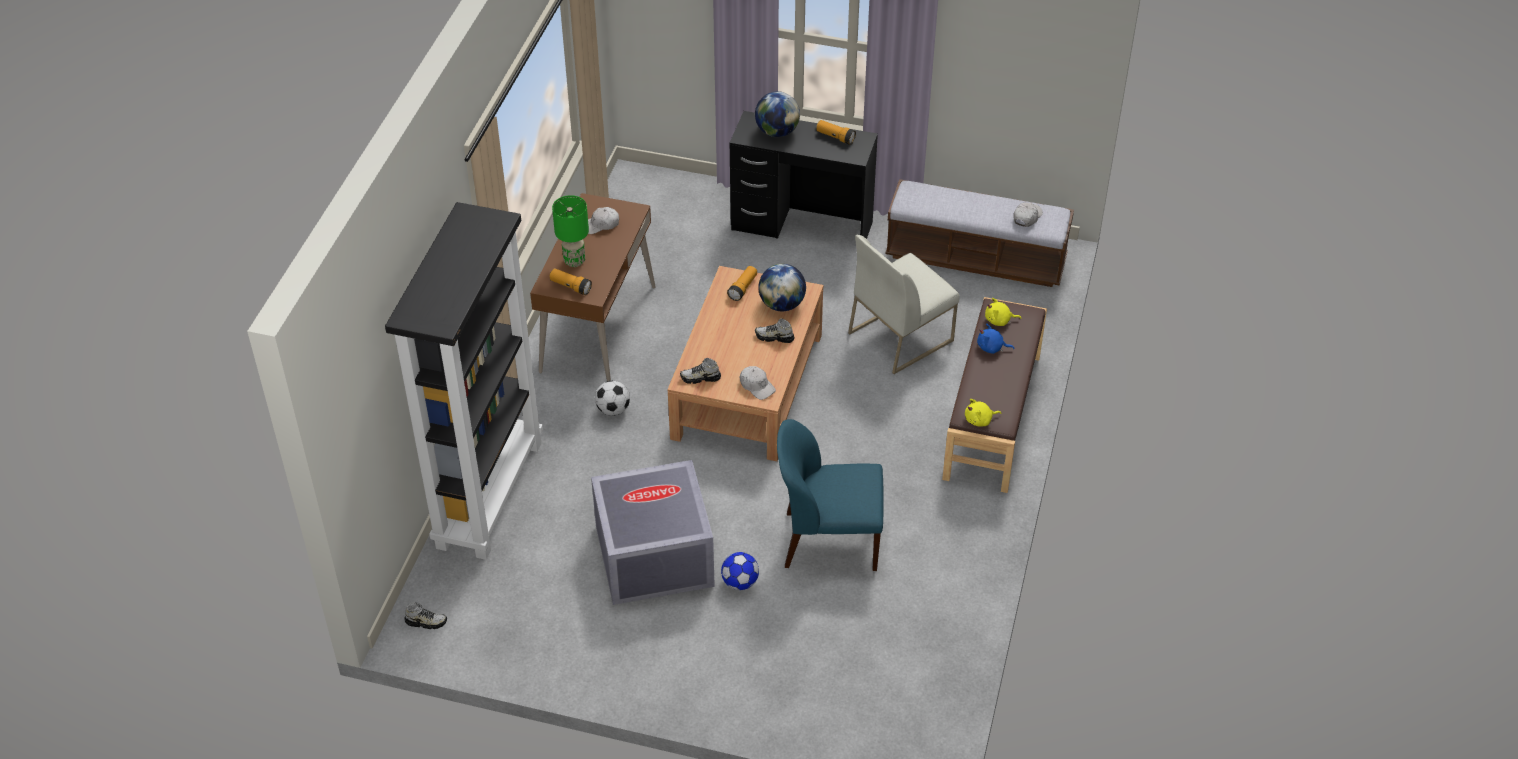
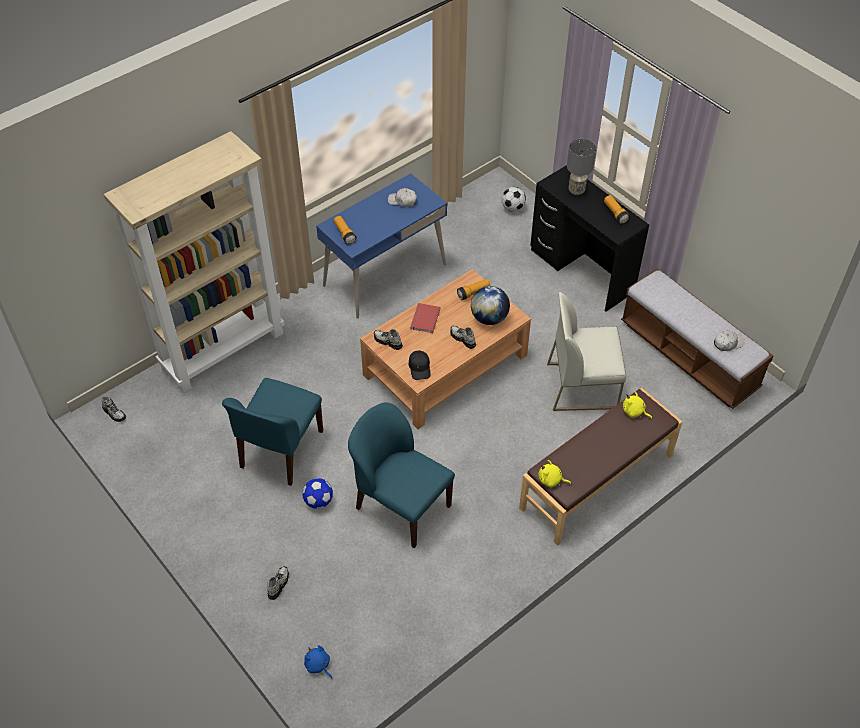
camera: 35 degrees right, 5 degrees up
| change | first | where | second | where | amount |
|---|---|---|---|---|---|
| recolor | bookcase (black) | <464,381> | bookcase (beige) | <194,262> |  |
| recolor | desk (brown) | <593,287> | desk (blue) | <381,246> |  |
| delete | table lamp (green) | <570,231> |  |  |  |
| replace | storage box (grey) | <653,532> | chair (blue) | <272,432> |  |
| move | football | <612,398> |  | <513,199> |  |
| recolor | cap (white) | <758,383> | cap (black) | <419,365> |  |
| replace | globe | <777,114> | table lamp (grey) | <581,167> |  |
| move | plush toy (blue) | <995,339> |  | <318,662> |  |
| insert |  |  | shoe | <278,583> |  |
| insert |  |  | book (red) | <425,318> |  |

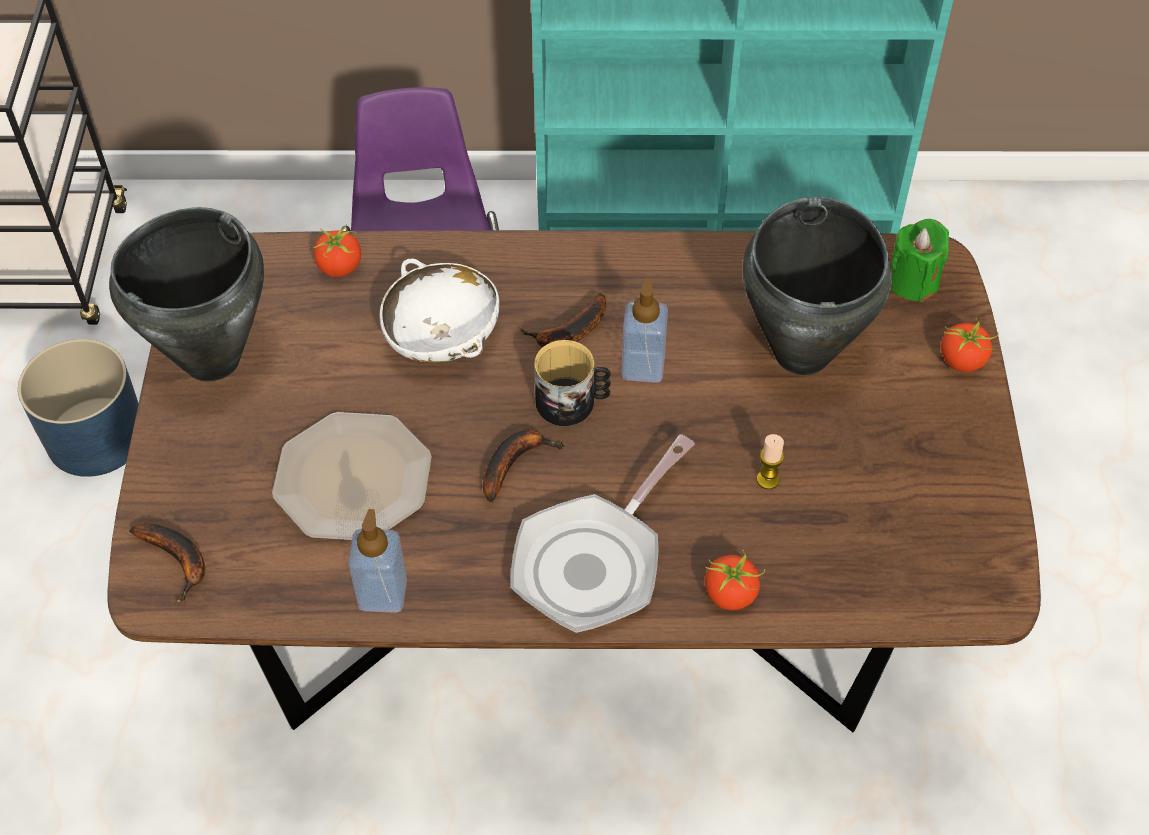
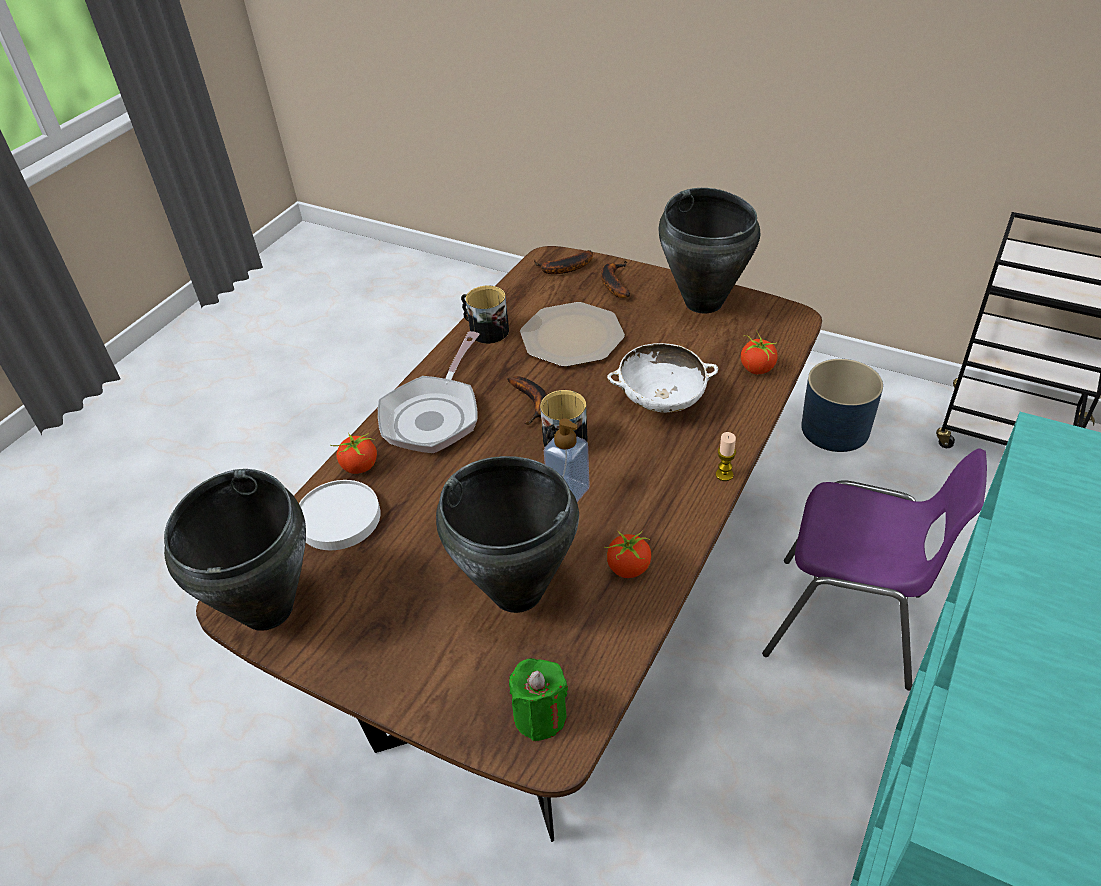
camera: 120 degrees right, 10 degrees down
| change | first | where | second | where | amount |
|---|---|---|---|---|---|
| replace | soap dispenser | <377,561> | mug | <485,315> |  |
| rotate | frying pan | <602,534> |  | <429,392> | 135 degrees counterclockwise |
| move | banana | <563,320> |  | <615,279> |  |
| move | candle | <770,461> |  | <726,456> |  |
| move | tomato | <970,345> |  | <627,554> |  |
| insert |  |  | cooking pot (black) | <235,550> |  |
| insert |  |  | plate (white) | <340,515> |  |

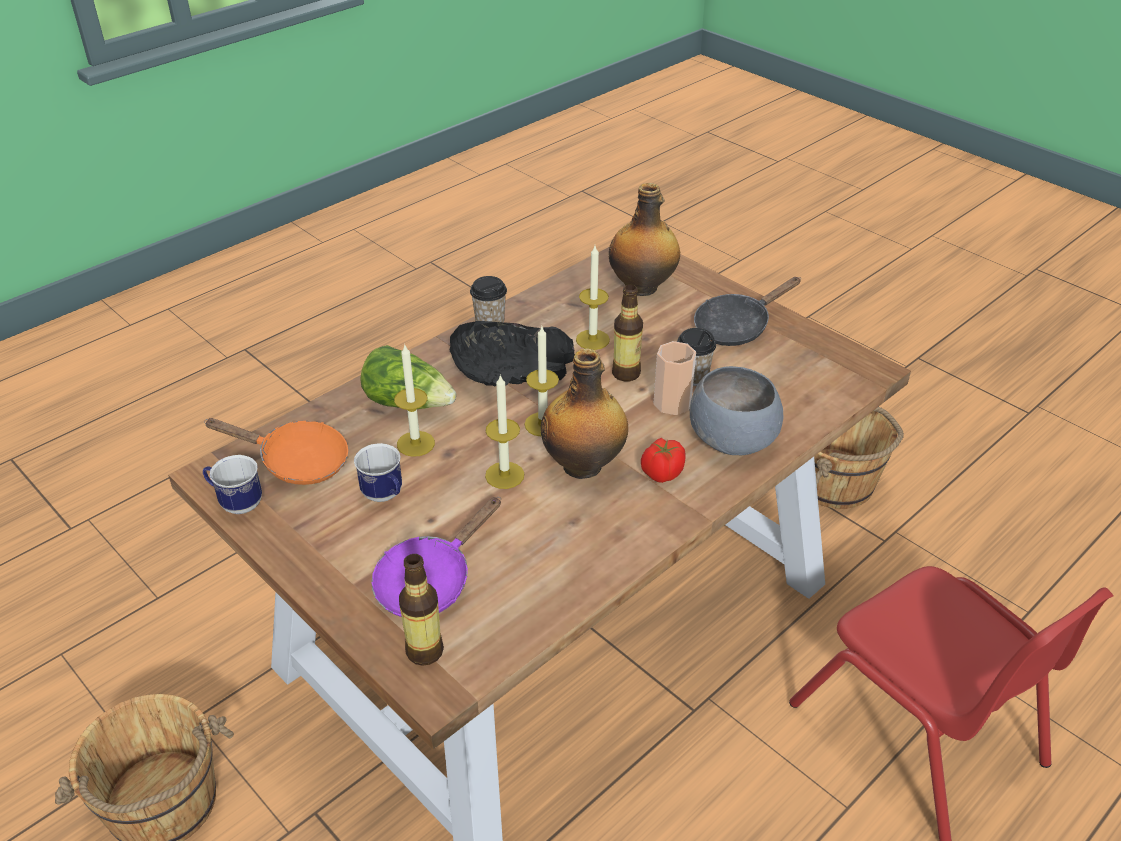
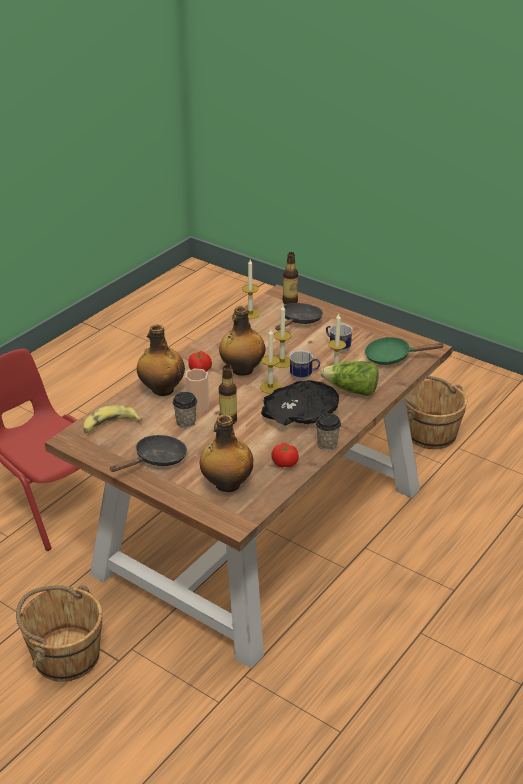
camera: 170 degrees right, 5 degrees down
| change | first | where | second | where | amount |
|---|---|---|---|---|---|
| move | mug | <232,484> |  | <304,365> |  |
| recolor | frying pan (orange) | <276,451> | frying pan (green) | <405,351> |  |
| recolor | frying pan (purple) | <436,557> | frying pan (black) | <299,317> |  |
| move | candle | <593,298> |  | <251,289> |  |
| replace | bowl (grey) | <736,410> | bottle | <161,360> |  |
| insert |  |  | banana | <112,419> |  |
| insert |  |  | tomato | <285,455> |  |

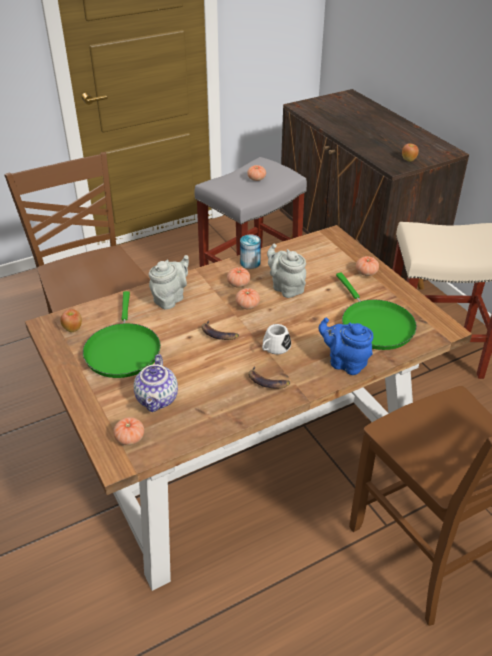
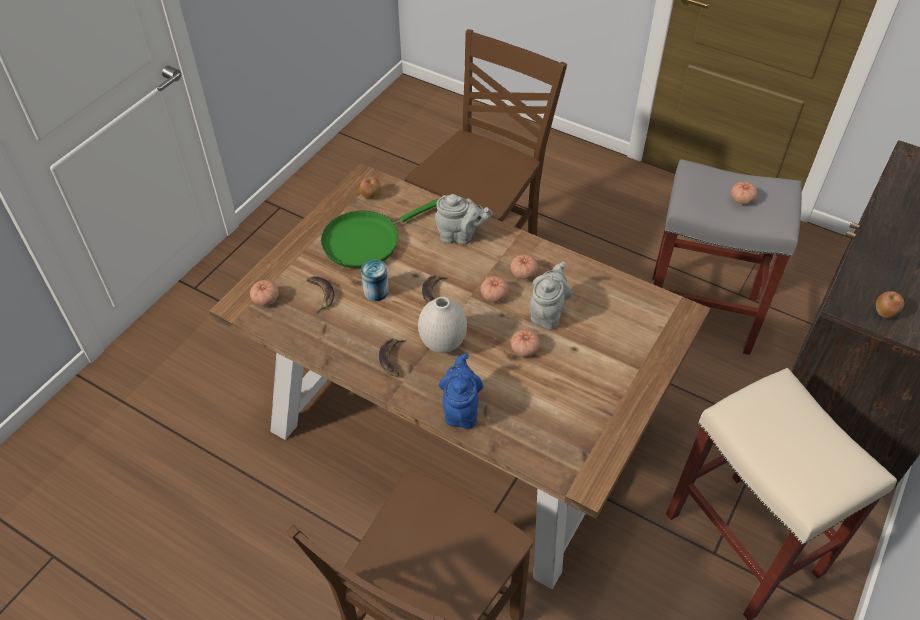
camera: 60 degrees right, 10 degrees up
| change | first | where | second | where | amount |
|---|---|---|---|---|---|
| replace | teapot | <156,383> | banana | <320,295> |  |
| move | can | <250,252> |  | <375,280> |  |
| replace | mug (white) | <276,339> | vase (white) | <442,325> |  |
| delete | frying pan (green) | <376,311> |  |  |  |
| move | tomato | <367,266> |  | <525,343> |  |

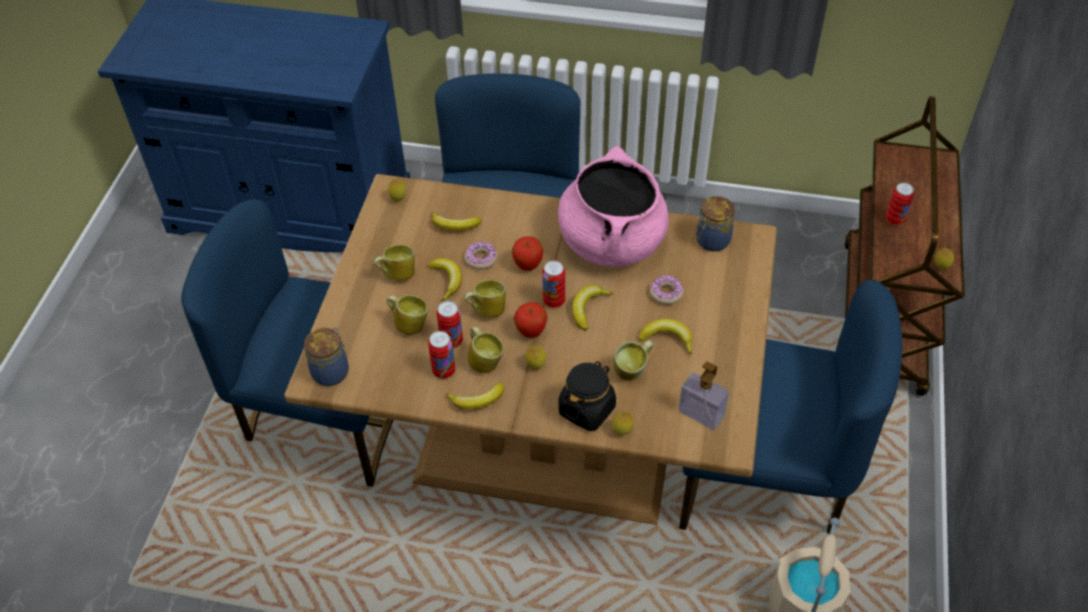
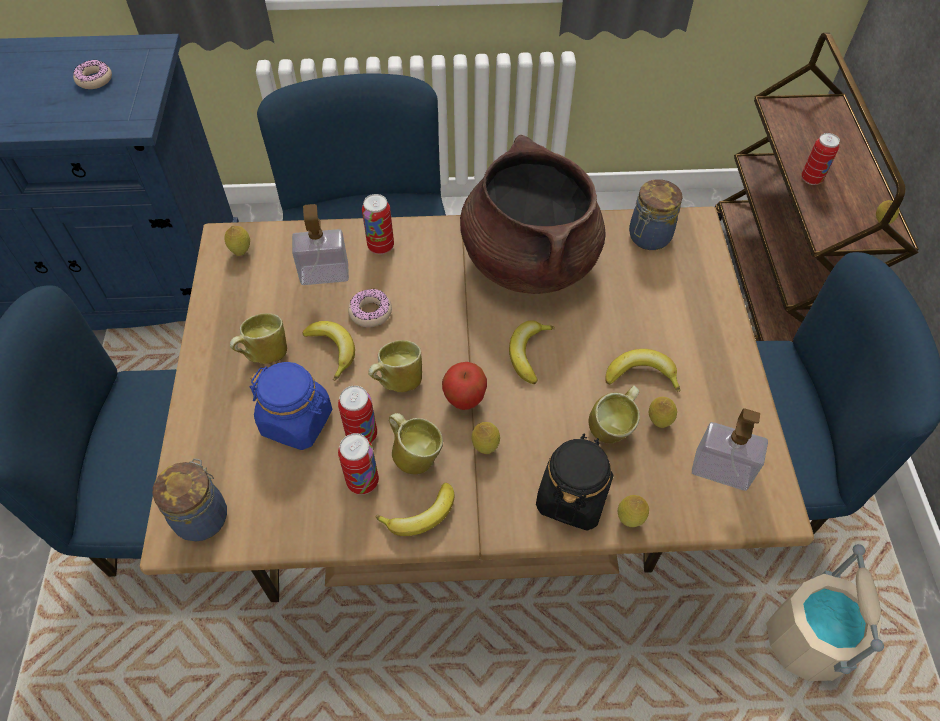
camera: 15 degrees left, 5 degrees up
| change | first | where | second | where | amount |
|---|---|---|---|---|---|
| replace | mug | <408,315> | jar (blue) | <291,406> |  |
| replace | banana | <457,221> | soap dispenser | <320,244> |  |
| delete | apple | <527,253> |  |  |  |
| move | can | <553,284> |  | <378,224> |  |
| recolor | cooking pot (pink) | <613,206> | cooking pot (brown) | <532,214> |  |
| move | donut | <667,290> |  | <92,74> |  |
| insert |  |  | lemon | <663,412> |  |

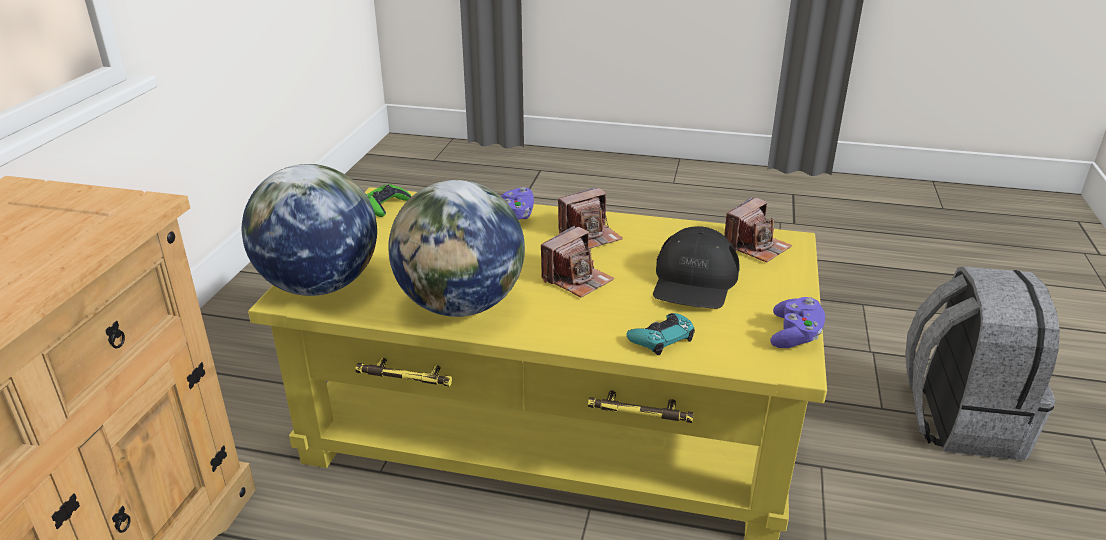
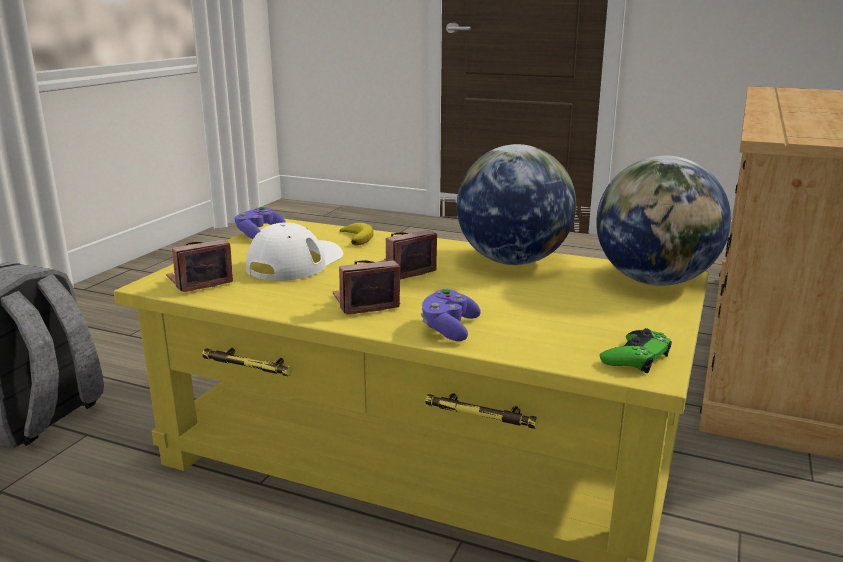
camera: 170 degrees left, 10 degrees down
| change | first | where | second | where | amount |
|---|---|---|---|---|---|
| replace | game controller (turquoise) | <660,334> | banana | <356,234> |  |
| recolor | cap (black) | <696,267> | cap (white) | <294,251> |  |

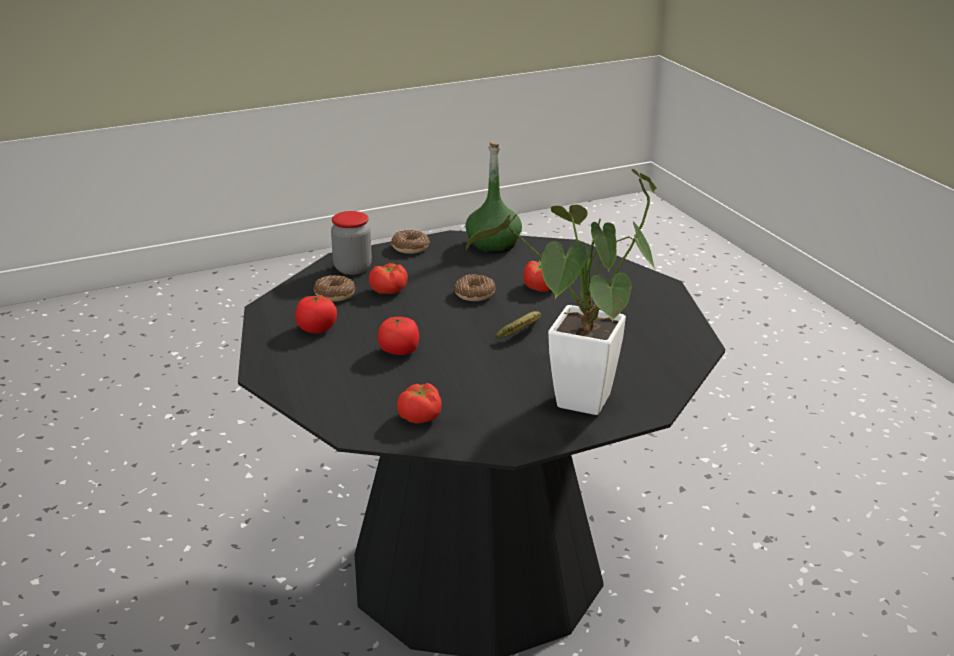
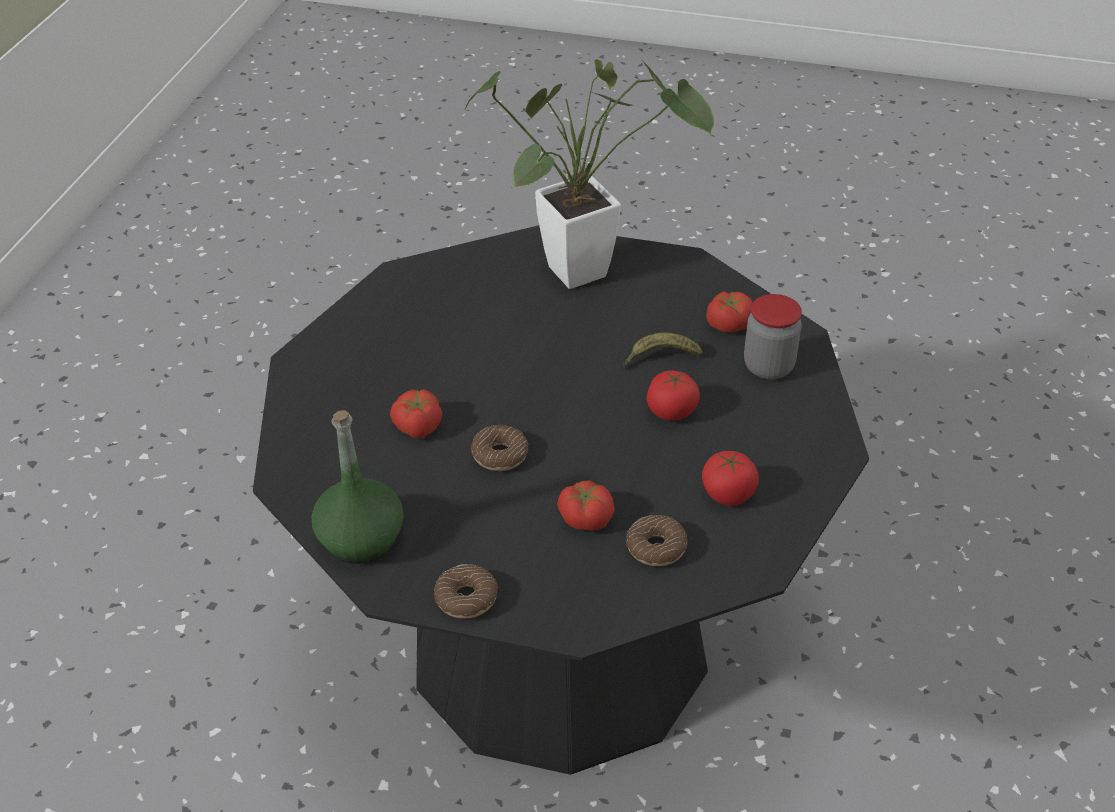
camera: 140 degrees left, 15 degrees up
| change | first | where | second | where | amount |
|---|---|---|---|---|---|
| move | jar | <351,243> |  | <773,336> |  |
| move | banana | <518,324> |  | <663,351> |  |

